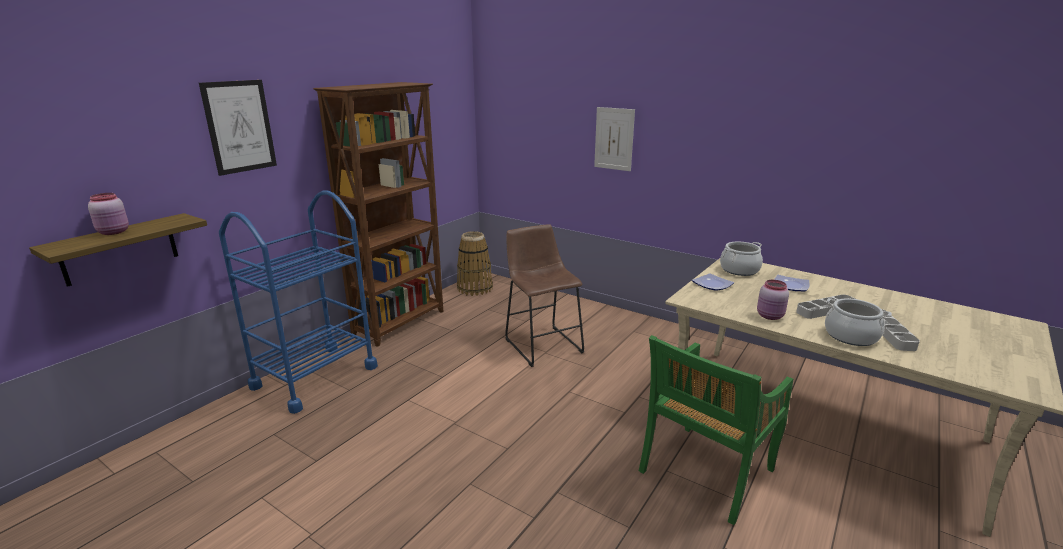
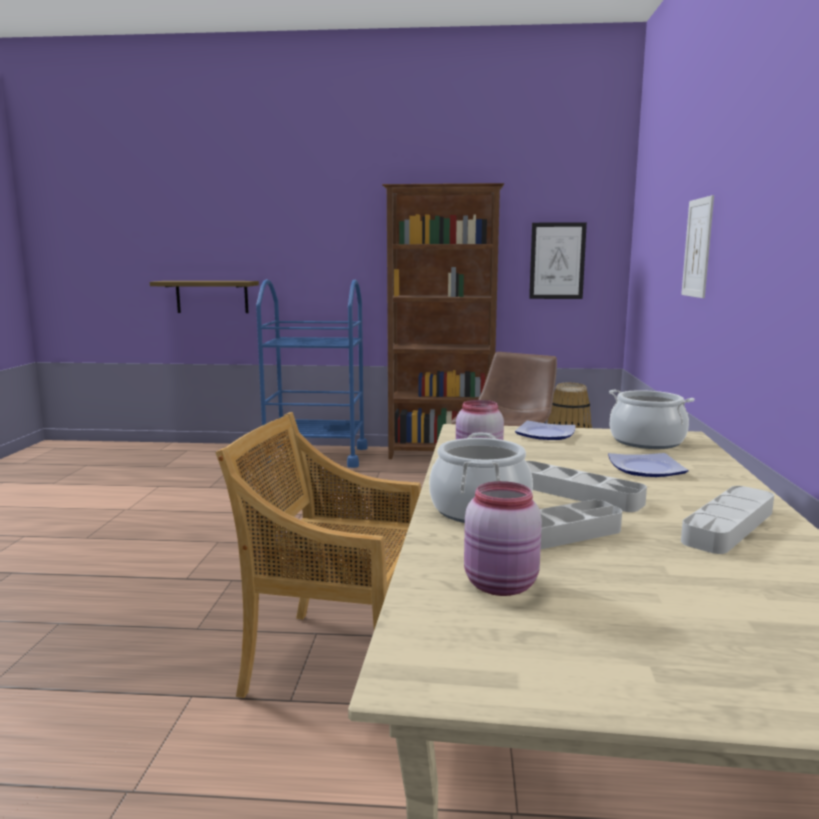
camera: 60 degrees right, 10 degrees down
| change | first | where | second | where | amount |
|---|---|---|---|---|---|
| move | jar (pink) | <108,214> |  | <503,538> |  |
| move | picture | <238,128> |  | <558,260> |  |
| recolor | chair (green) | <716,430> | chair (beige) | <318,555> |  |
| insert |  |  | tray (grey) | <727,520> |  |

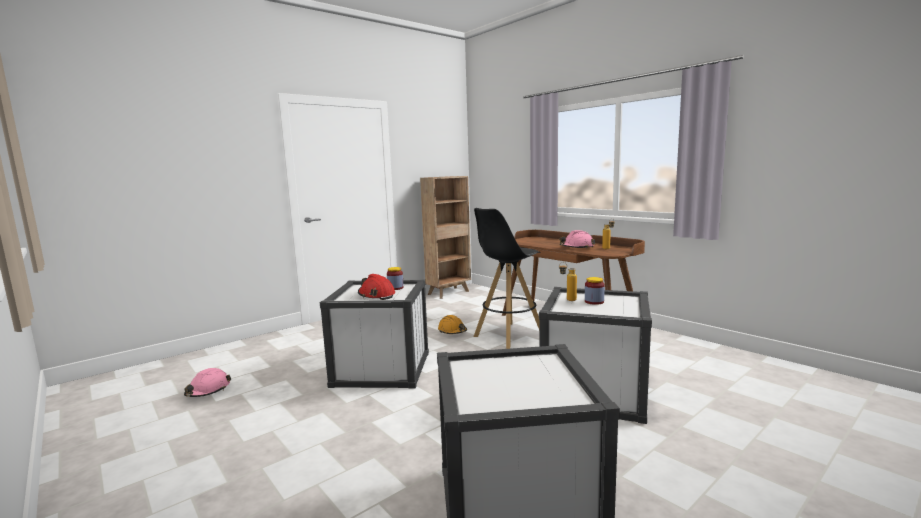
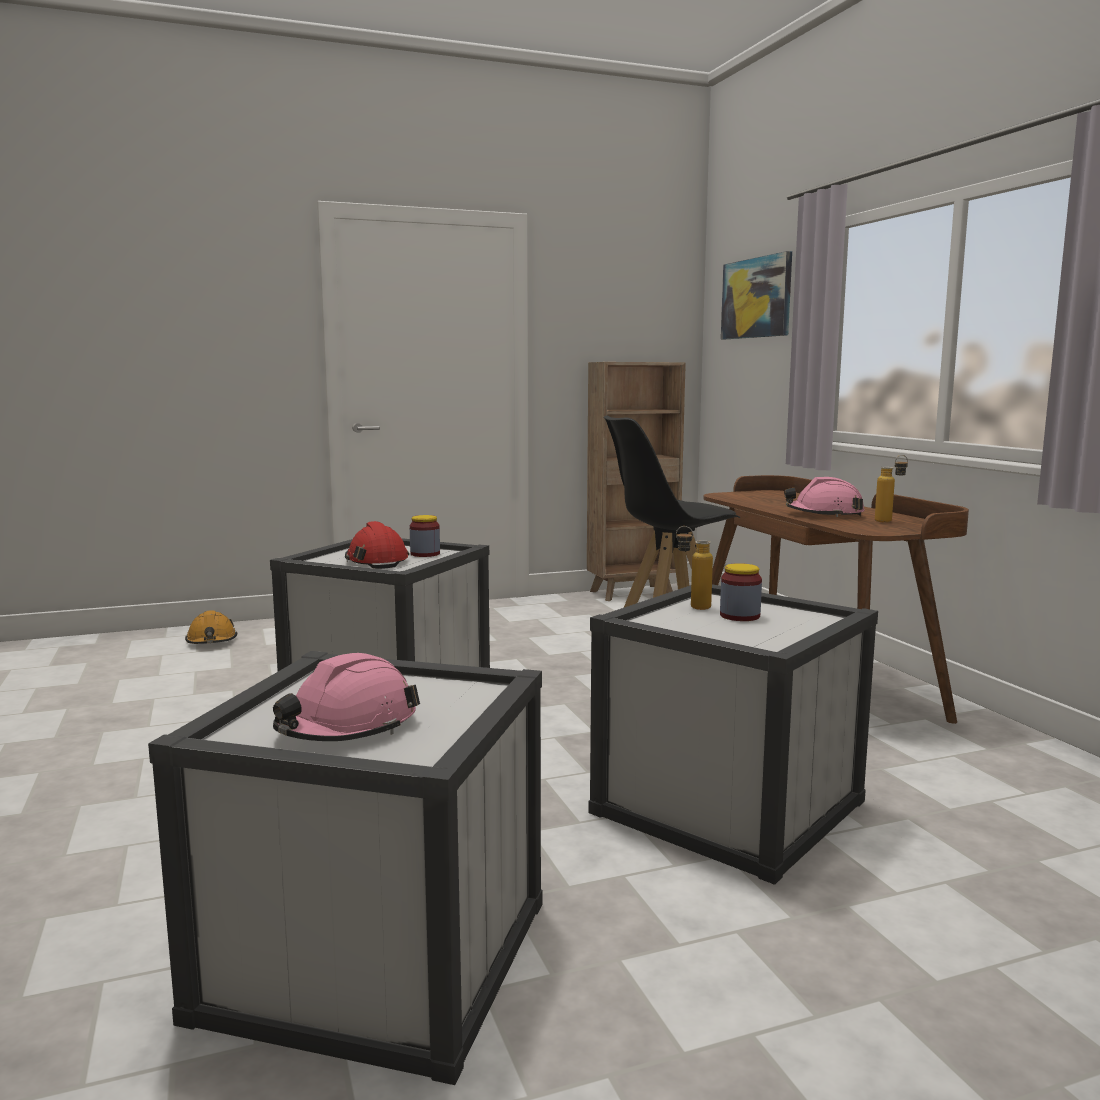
camera: 20 degrees right, 0 degrees up
| change | first | where | second | where | amount |
|---|---|---|---|---|---|
| move | hard hat (pink) | <207,382> |  | <346,697> |  |
| move | hard hat (orange) | <452,324> |  | <211,627> |  |
| insert |  |  | picture | <756,295> |  |

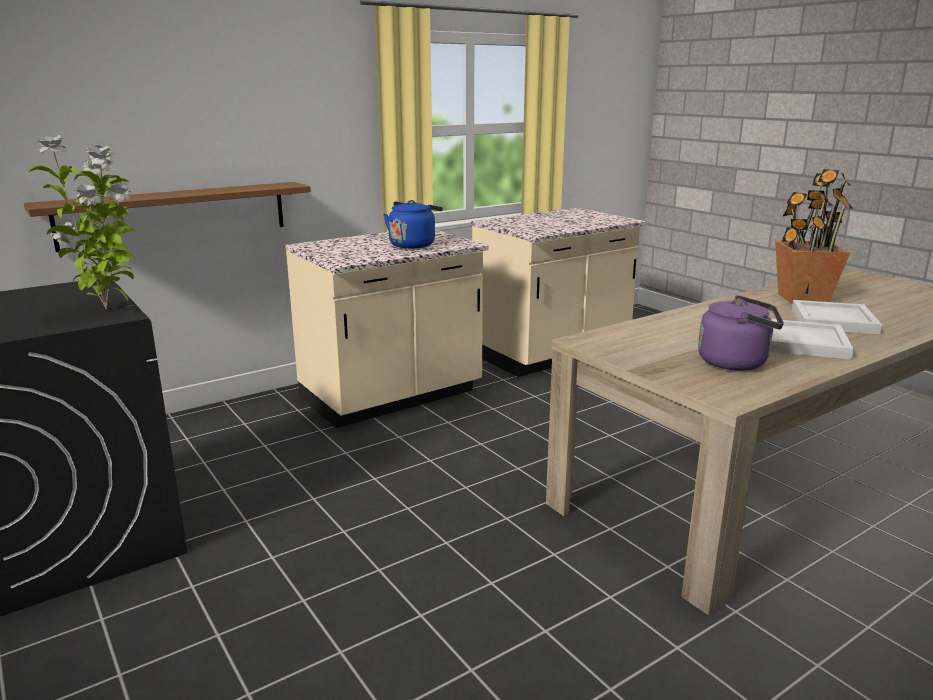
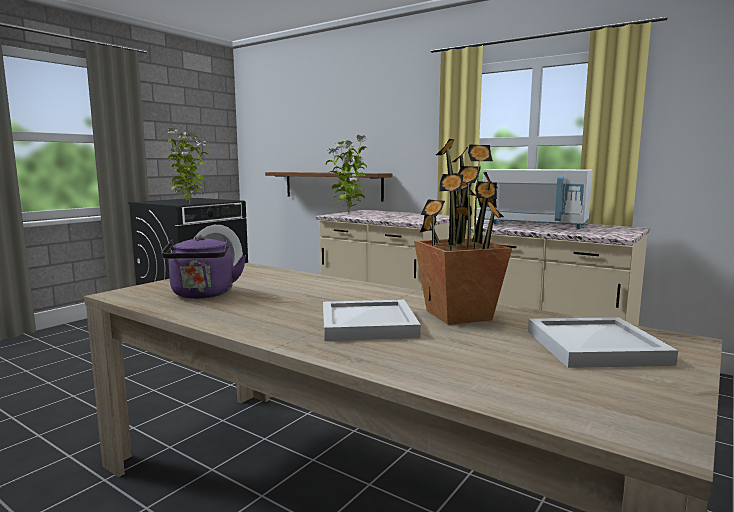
camera: 70 degrees right, 10 degrees down
| change | first | where | second | where | amount |
|---|---|---|---|---|---|
| delete | kettle (blue) | <413,224> |  |  |  |
| move | tray (white) | <812,339> |  | <603,342> |  |
| insert |  |  | potted plant | <347,173> |  |
| insert |  |  | microwave (white) | <538,199> |  |

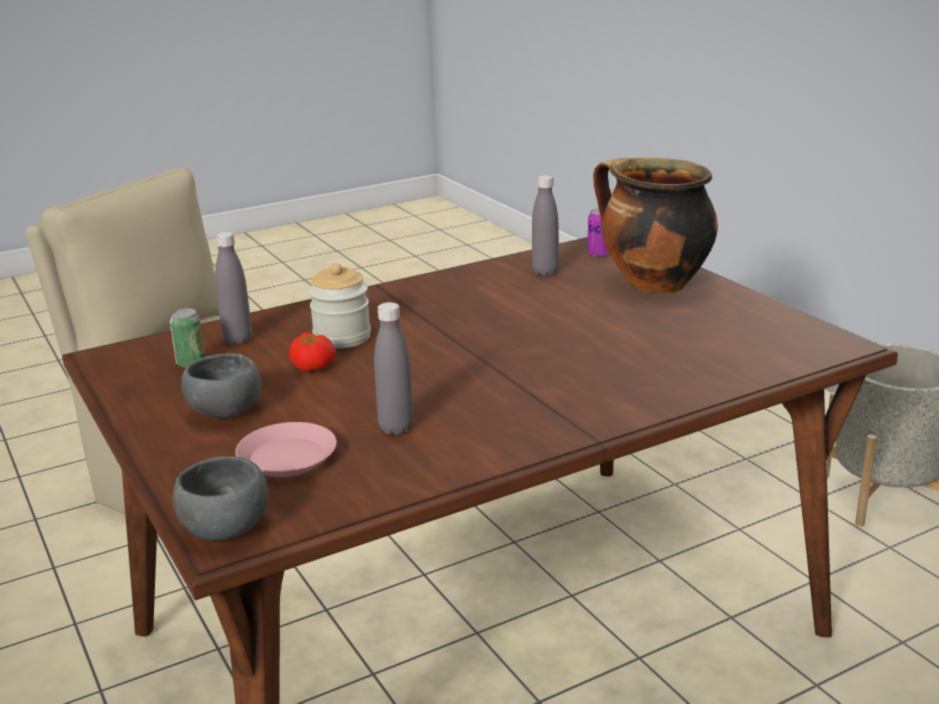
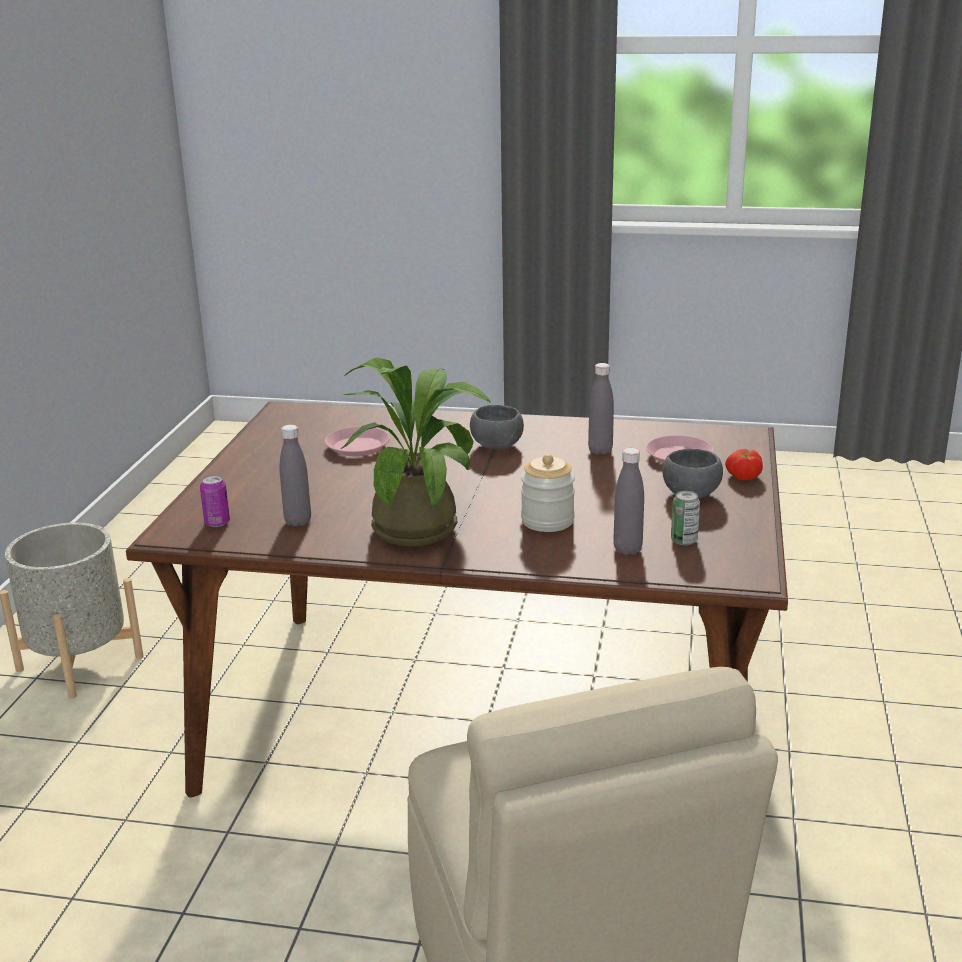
camera: 140 degrees left, 0 degrees up
| change | first | where | second | where | amount |
|---|---|---|---|---|---|
| move | bowl (grey) | <220,498> |  | <497,427> |  |
| move | tomato | <312,352> |  | <744,465> |  |
| delete | cooking pot | <655,225> |  |  |  |
| insert |  |  | plate (pink) | <357,441> |  |
| insert |  |  | potted plant | <416,452> |  |

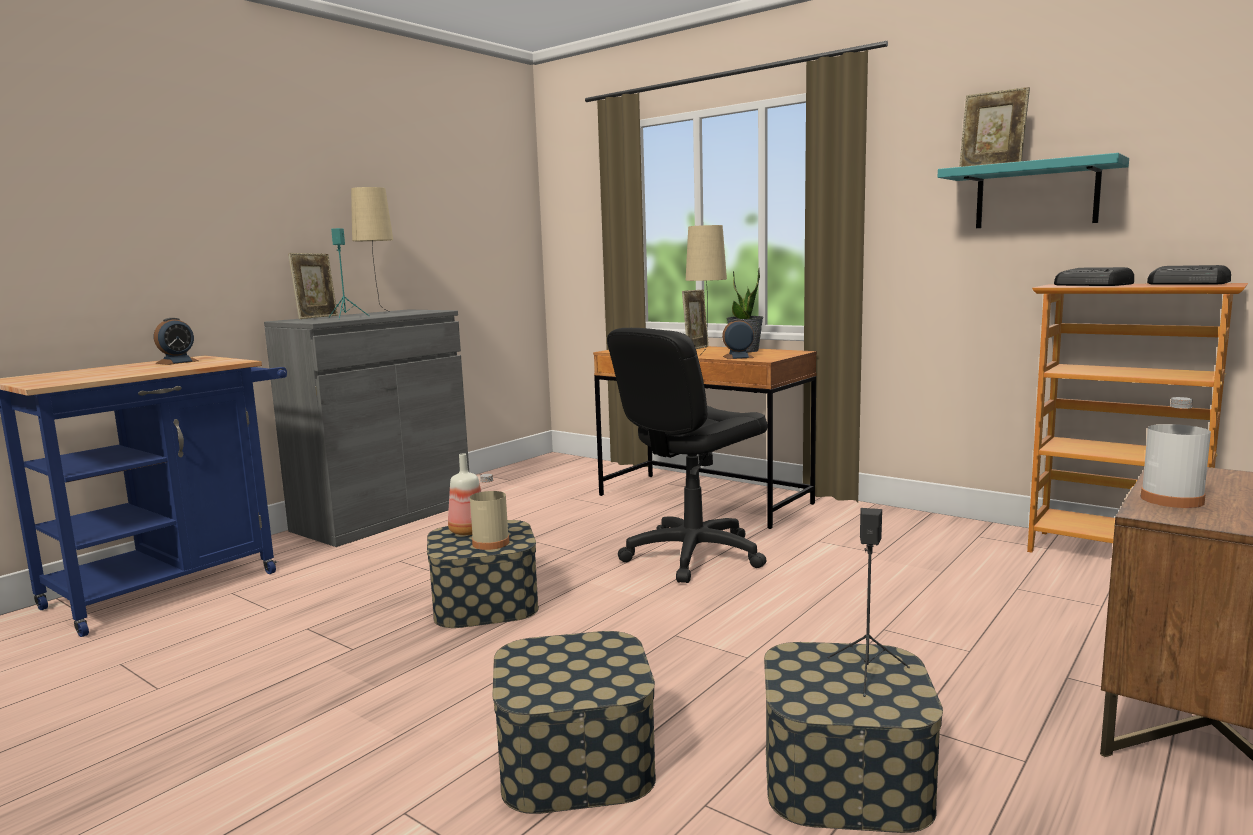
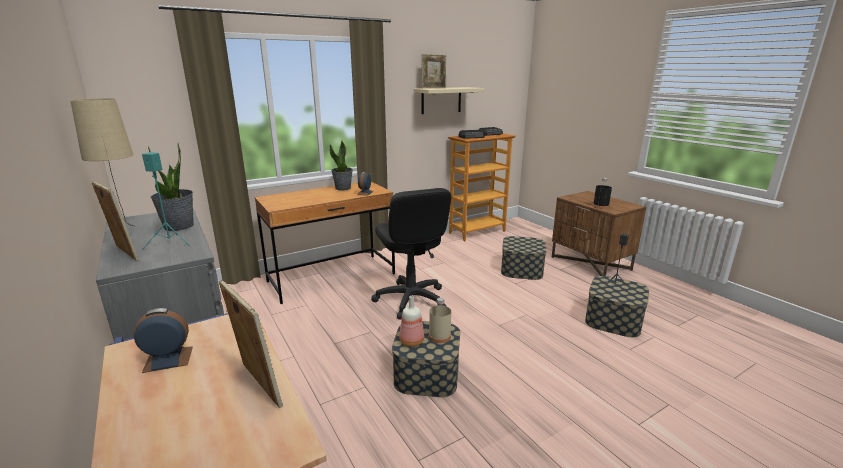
camera: 70 degrees left, 10 degrees up
| change | first | where | second | where | amount |
|---|---|---|---|---|---|
| rotate | alarm clock | <176,341> |  | <163,340> | 75 degrees counterclockwise |
| move | storage box | <574,722> |  | <524,258> |  |
| move | picture frame | <695,319> |  | <251,344> |  |
| delete | table lamp (beige) | <706,290> |  |  |  |
| recolor | shelf (turquoise) | <1033,190> | shelf (beige) | <449,100> |  |
| recolor | bottle (white) | <1176,452> | bottle (black) | <602,193> |  |
| insert |  |  | potted plant | <171,187> |  |

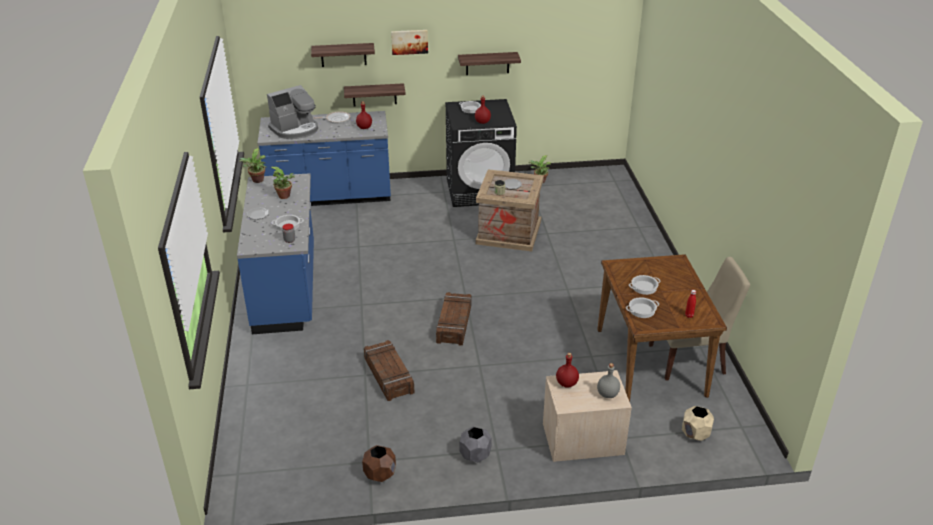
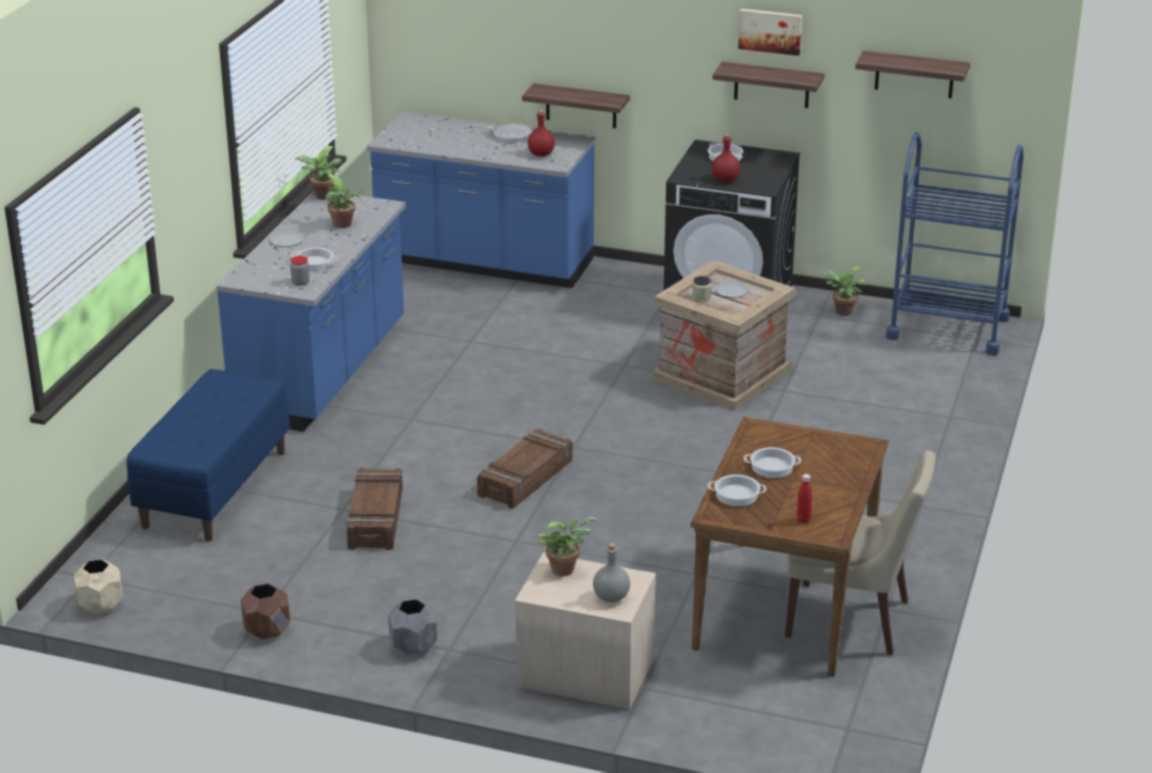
camera: 25 degrees right, 5 degrees down
| change | first | where | second | where | amount |
|---|---|---|---|---|---|
| delete | coffee machine | <292,112> |  |  |  |
| move | shelf | <343,55> |  | <912,74> |  |
| move | picture | <409,42> |  | <770,32> |  |
| replace | bottle (red) | <567,370> | potted plant | <567,546> |  |
| move | planter (beige) | <698,423> |  | <98,586> |  |
| insert |  |  | bench (blue) | <208,455> |  |
| insert |  |  | cart (blue) | <955,243> |  |

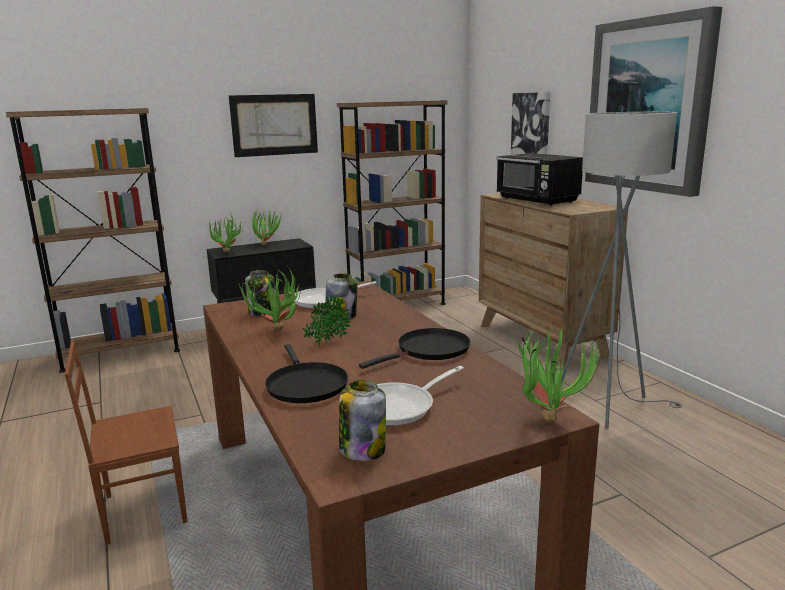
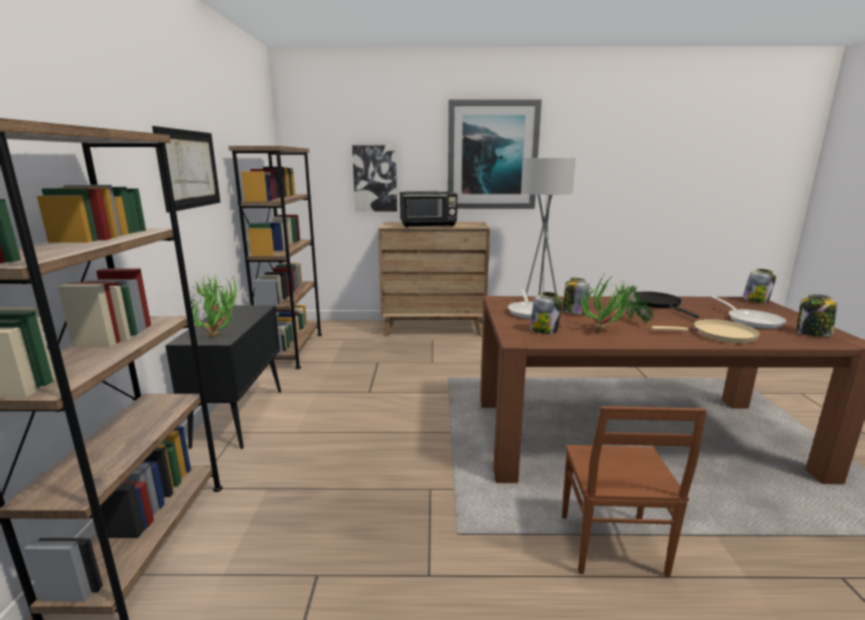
camera: 65 degrees left, 0 degrees up
| change | first | where | second | where | amount |
|---|---|---|---|---|---|
| recolor | frying pan (black) | <306,373> | frying pan (beige) | <706,331> |  |
| replace | potted plant | <558,374> | jar | <759,286> |  |

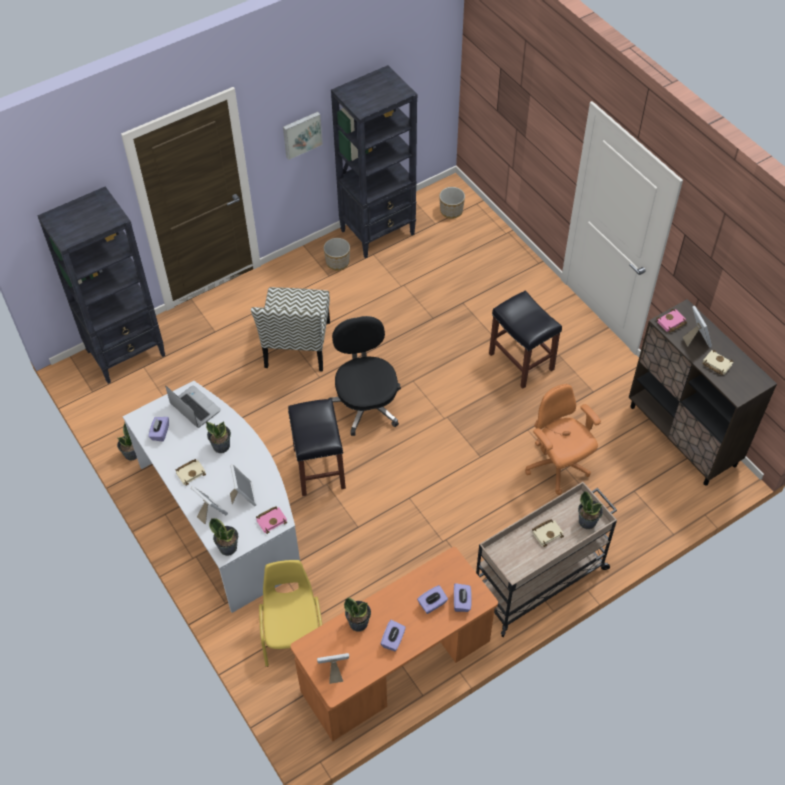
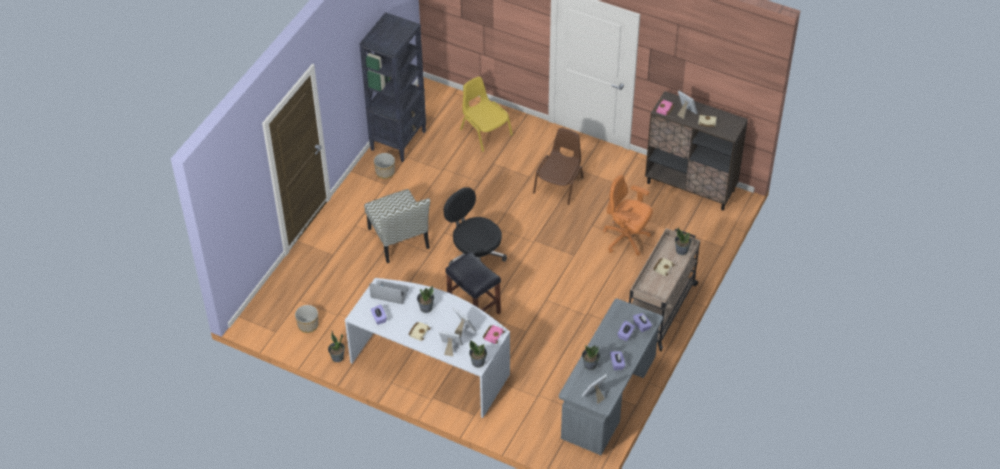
camera: 30 degrees left, 5 degrees down
| change | first | where | second | where | amount |
|---|---|---|---|---|---|
| delete | bookcase (black) | <101,285> |  |  |  |
| move | chair (yellow) | <290,613> |  | <486,114> |  |
| delete | picture | <303,136> |  |  |  |
| recolor | desk (orange) | <394,644> | desk (grey) | <611,376> |  |
| move | planter | <452,203> |  | <306,319> |  |
| replace | stool (black) | <525,340> | chair (brown) | <558,166> |  |

